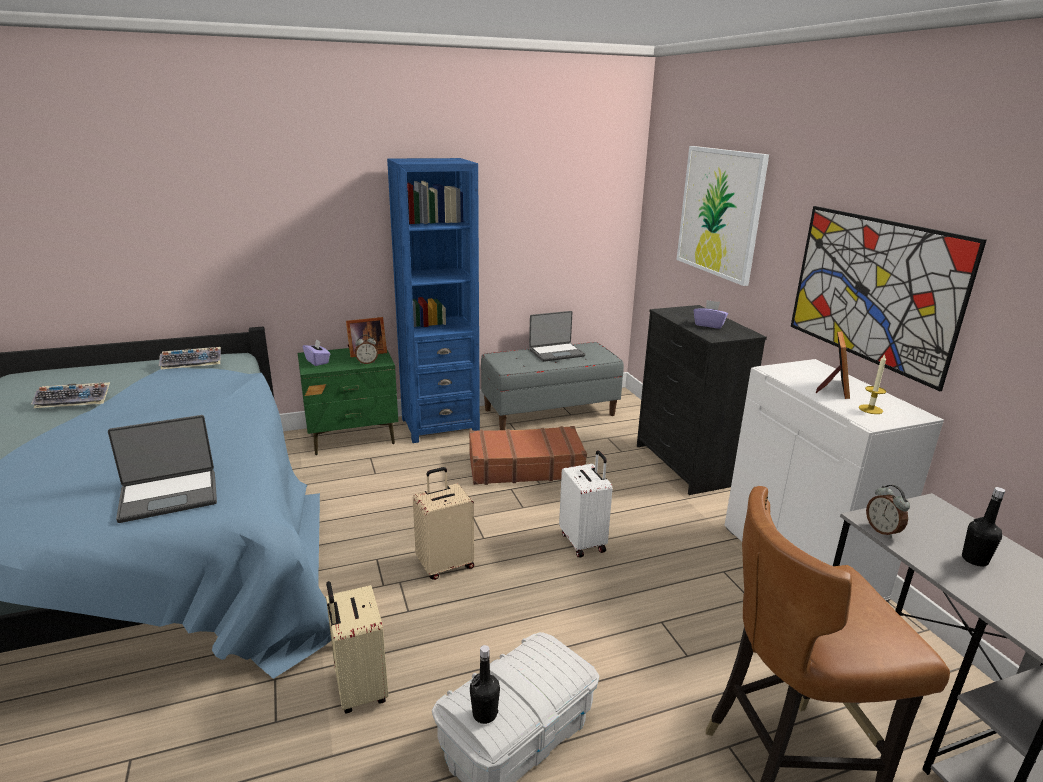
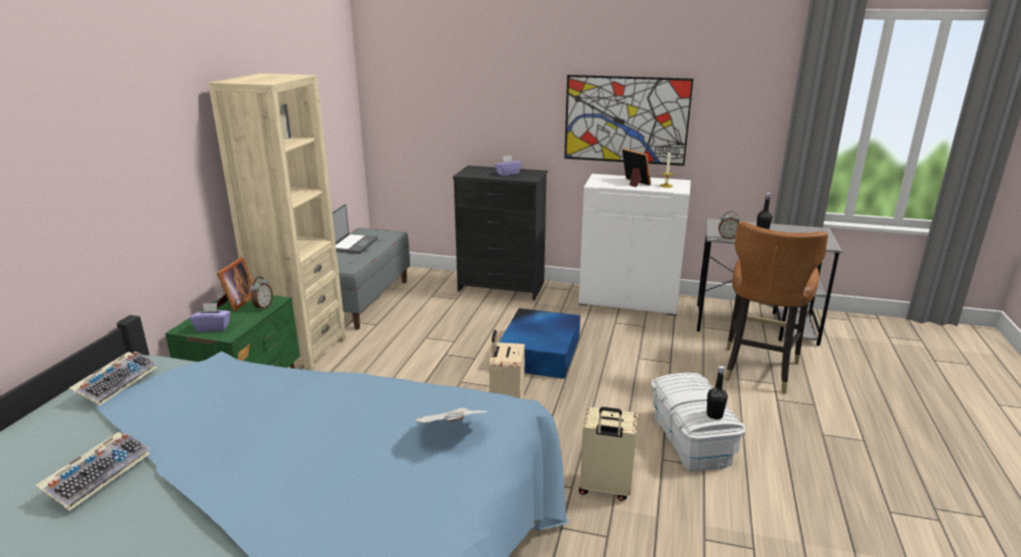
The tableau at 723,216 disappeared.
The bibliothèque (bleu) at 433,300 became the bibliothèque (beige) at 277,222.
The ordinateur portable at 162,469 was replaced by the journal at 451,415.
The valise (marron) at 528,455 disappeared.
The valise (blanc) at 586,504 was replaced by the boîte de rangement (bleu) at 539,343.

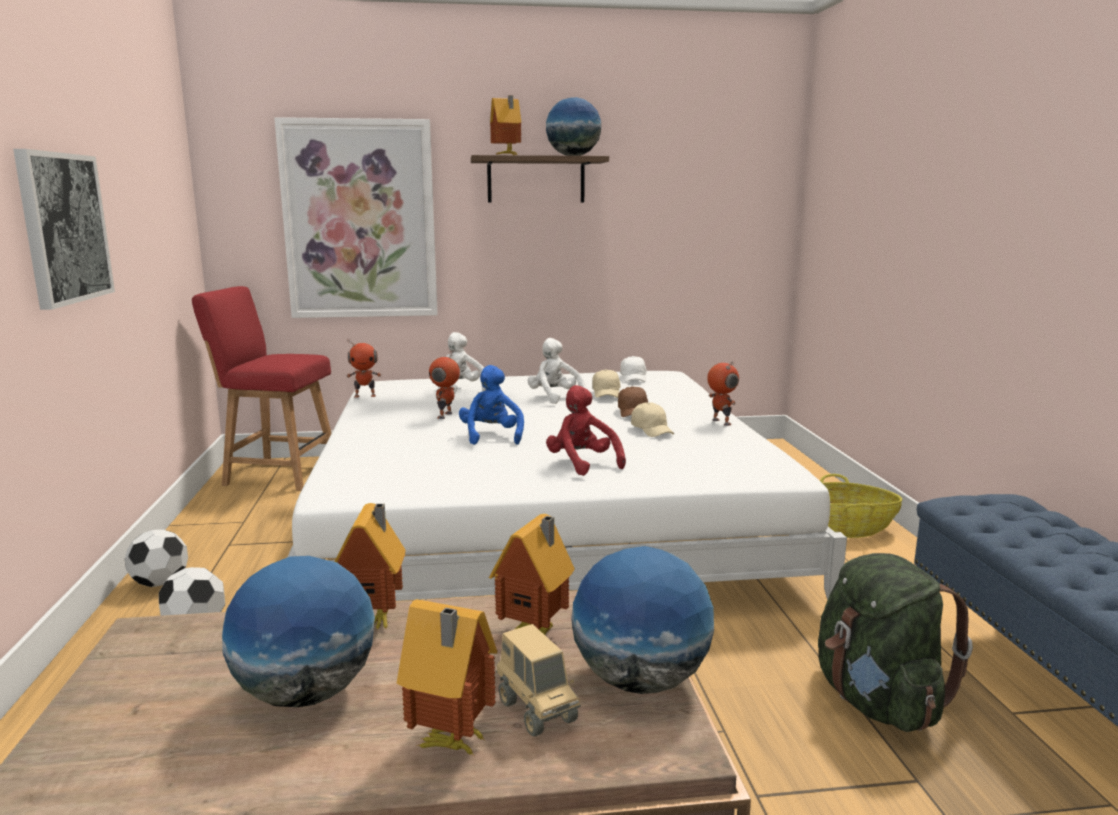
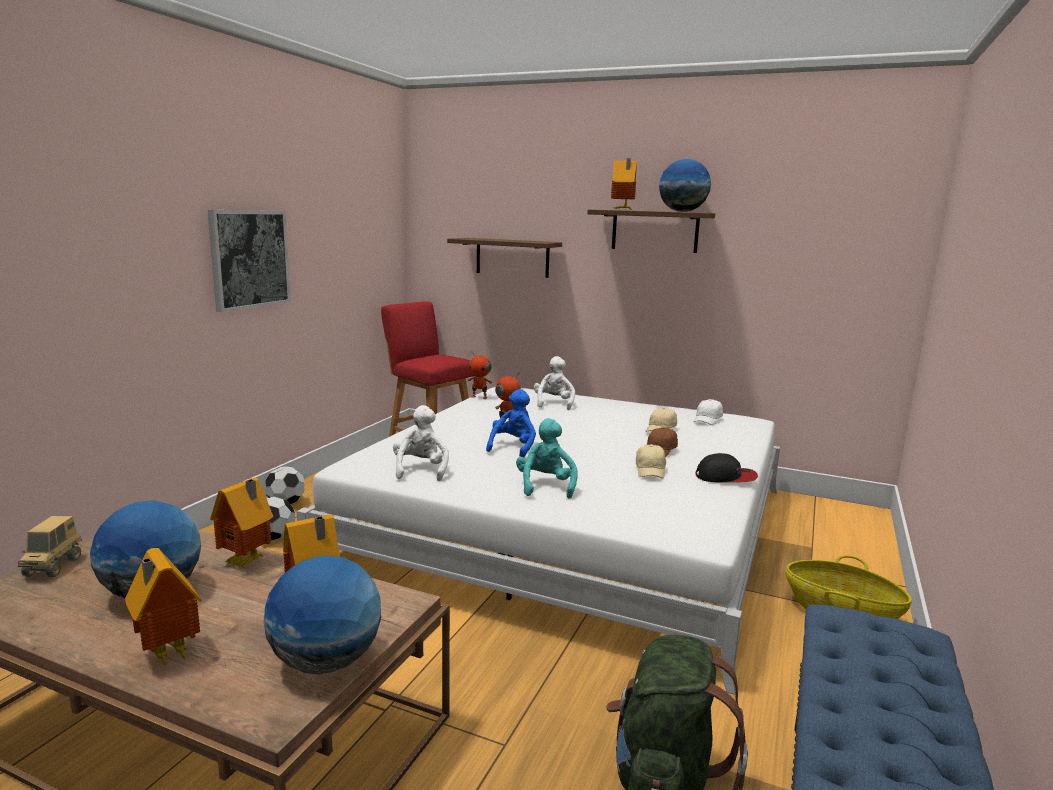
The tableau at 356,217 was replaced by the étagère at 504,258.
The peluche (blanc) moved from 557,371 to 421,443.
The robot jouet at 723,393 was replaced by the casquette at 727,467.
The peluche (rouge) at 586,430 became the peluche (turquoise) at 547,458.
The camion jouet moved from 538,680 to 50,546.

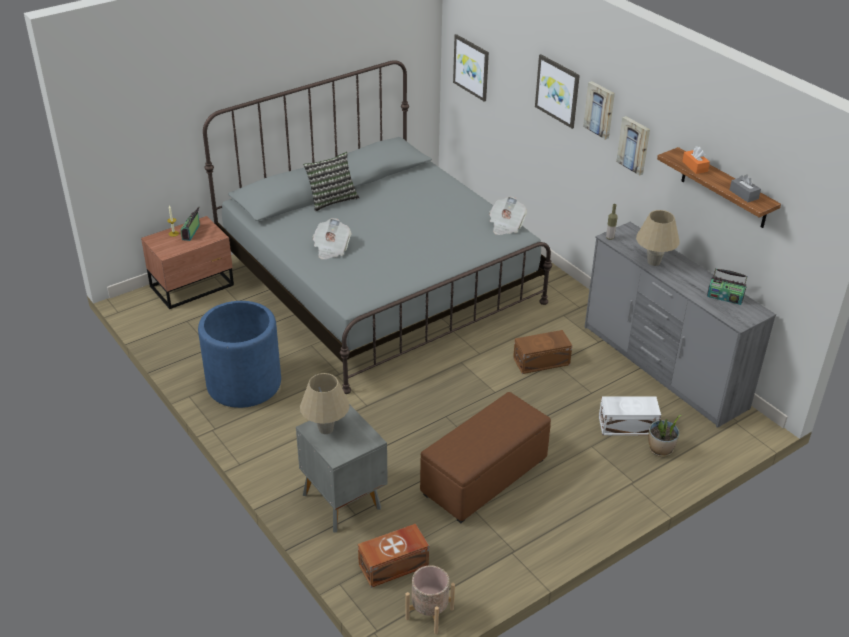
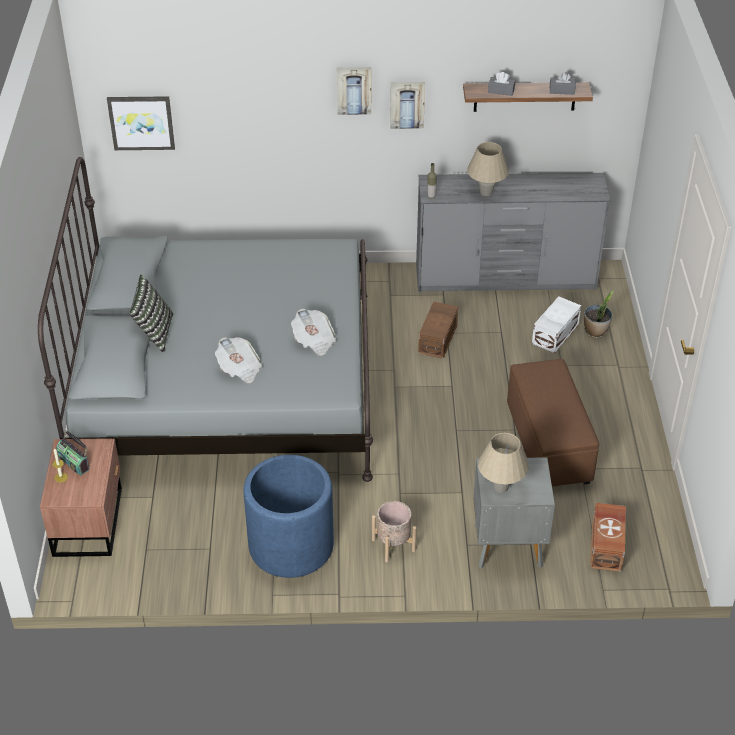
The tableau at 557,91 disappeared.
The boîte à mouchoirs (orange) at 696,160 became the boîte à mouchoirs (gris) at 501,84.
The journal moved from 508,215 to 314,332.
The radio at 727,286 disappeared.
The cache-pot (beige) moved from 430,599 to 394,532.

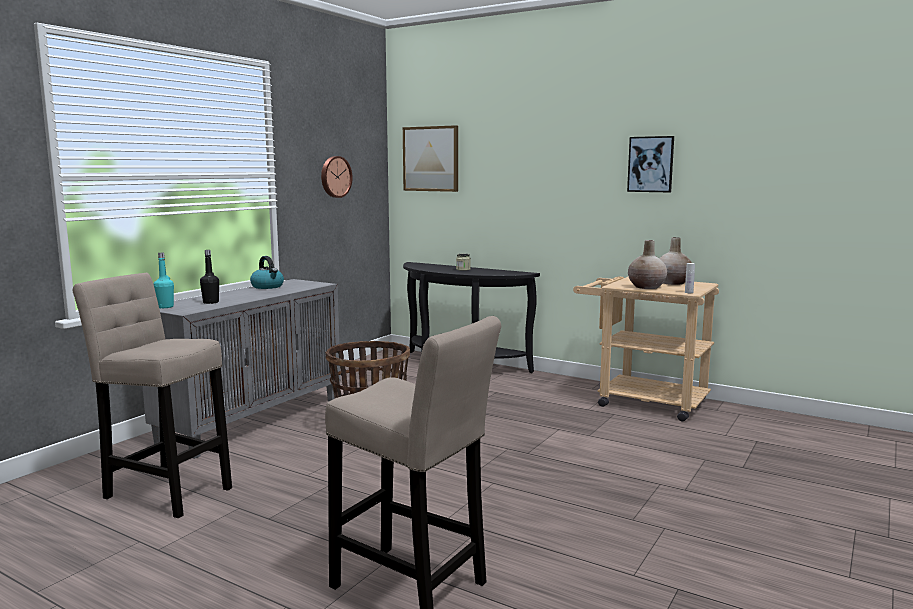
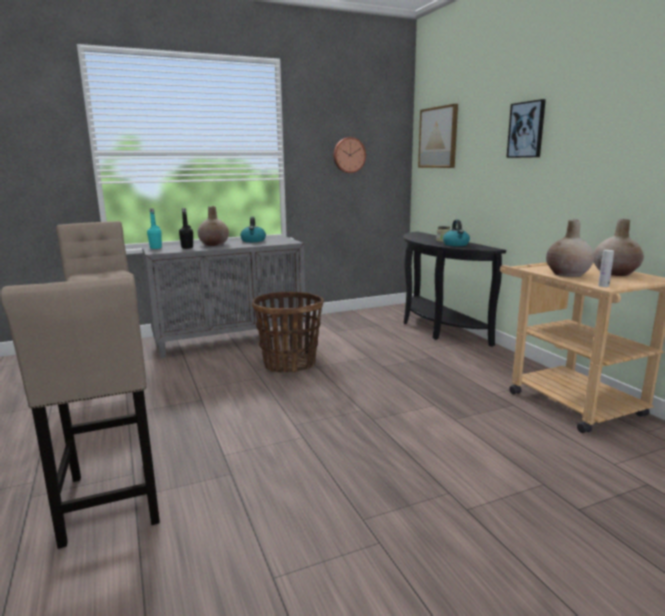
The tableau moved from 650,164 to 526,128.
The vase (beige) at 213,226 appeared.
The bouilloire at 456,233 appeared.

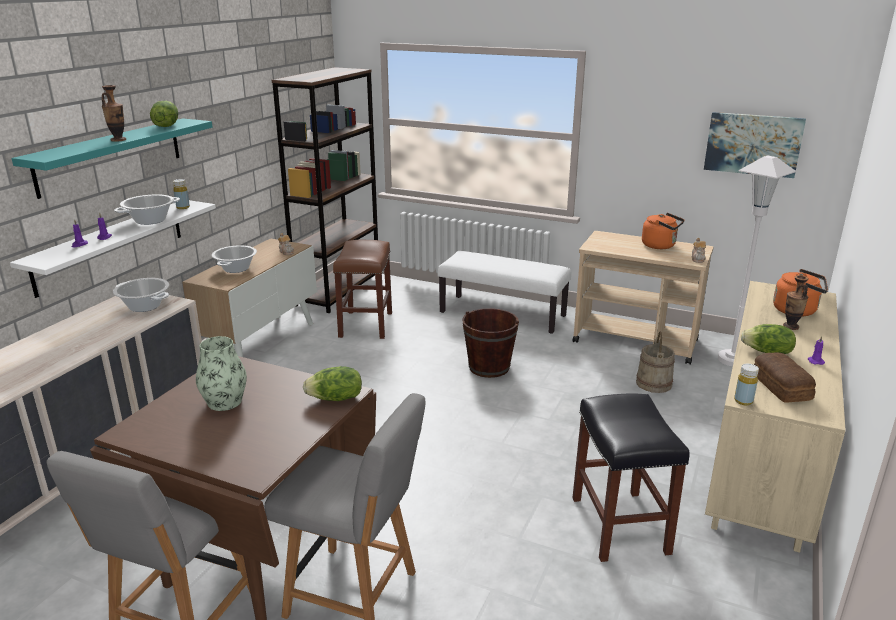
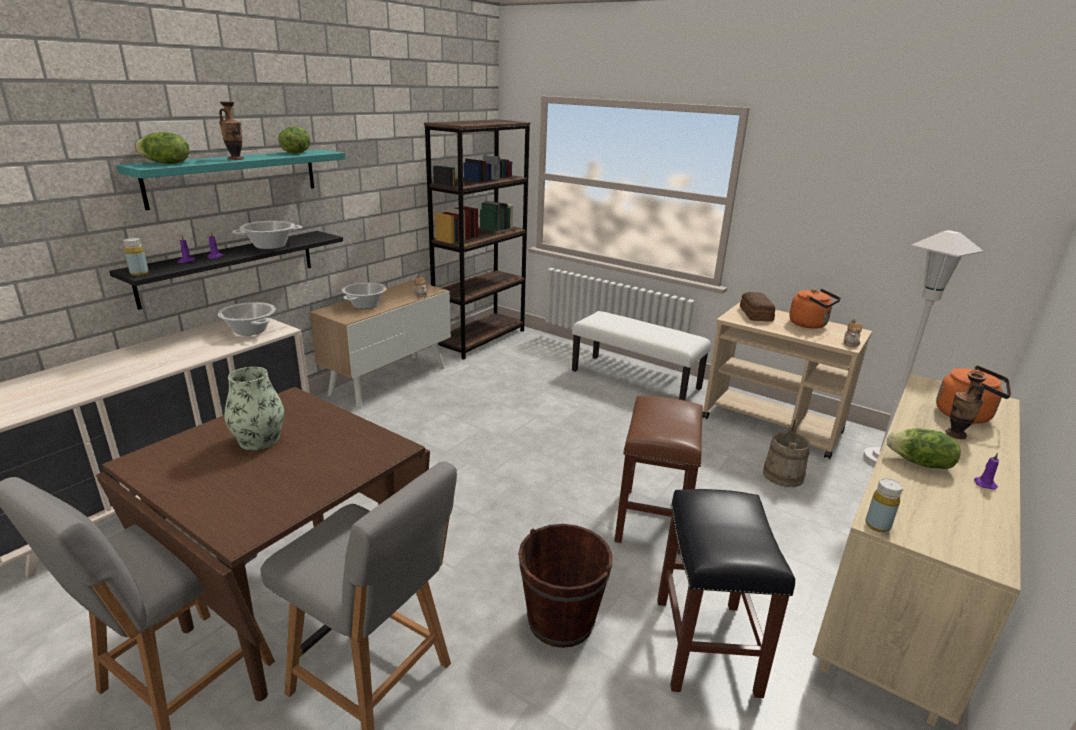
The tableau at 755,145 disappeared.
The bouteille (jaune) moved from 181,194 to 136,257.
The étagère (blanc) at 113,249 became the étagère (noir) at 226,270.
The tabouret (marron) moved from 362,289 to 658,475.
The seau (marron) moved from 490,343 to 565,586.
The pain moved from 785,377 to 757,306.
The laitue moved from 332,383 to 161,148.

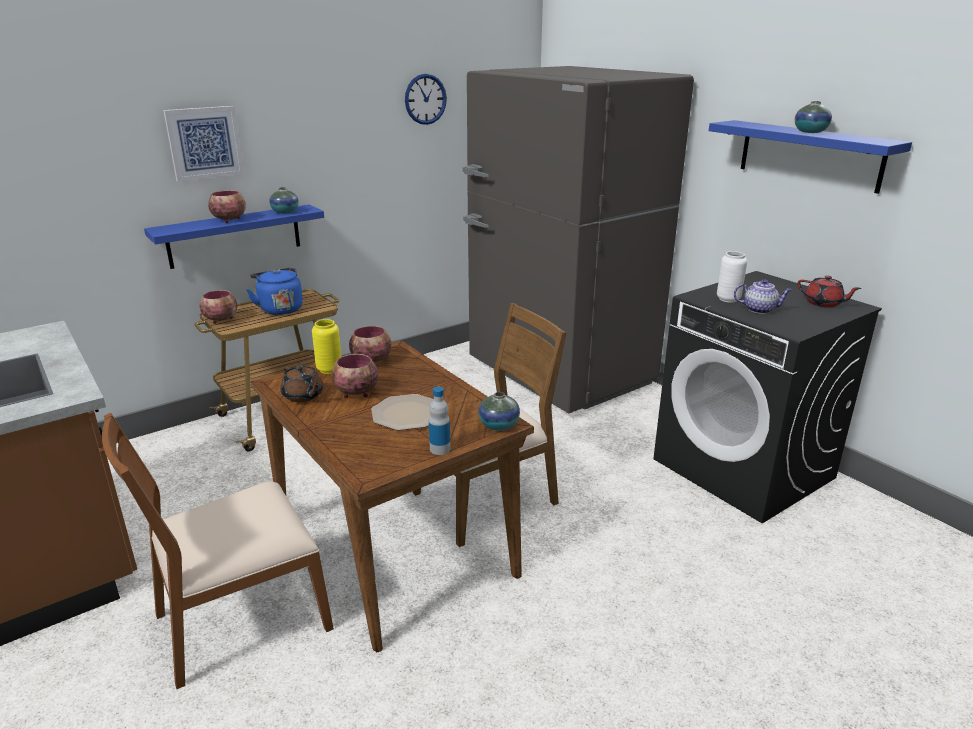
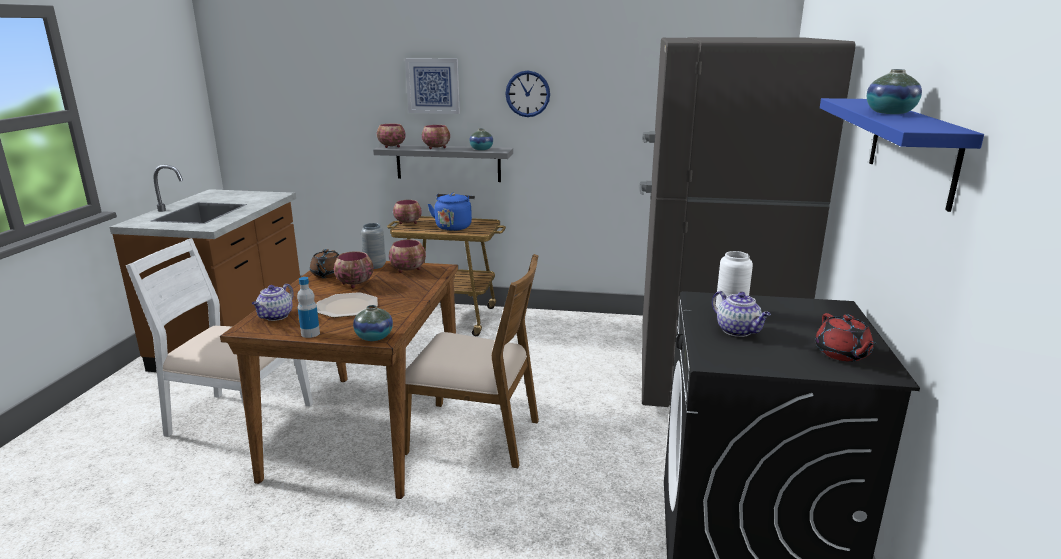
The horloge murale moved from 426,99 to 527,94.
The étagère (bleu) at 234,236 became the étagère (gris) at 443,163.
The vase (jaune) at 326,346 became the vase (gris) at 373,246.
The chaise (marron) at 218,550 became the chaise (blanc) at 219,345.
The bol at 391,136 appeared.
The théière at 273,302 appeared.

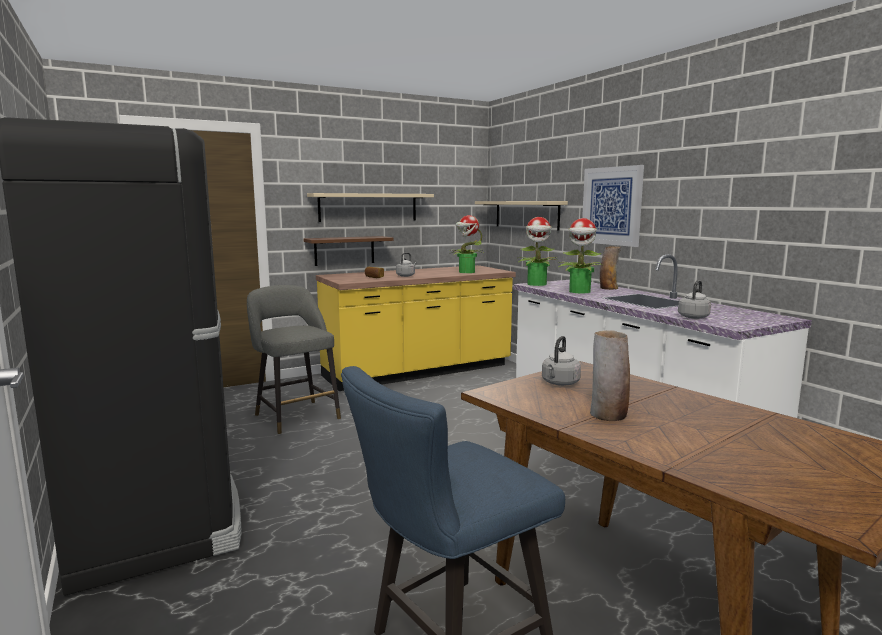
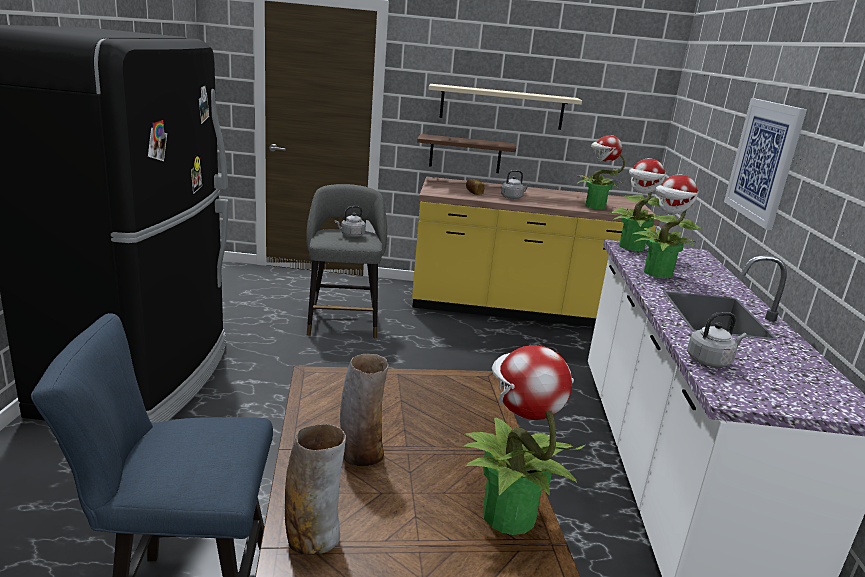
The étagère (beige) at 521,216 disappeared.
The vase moved from 610,268 to 315,489.
The bouilloire (gris) moved from 561,361 to 350,221.
The plante en pot at 524,440 appeared.

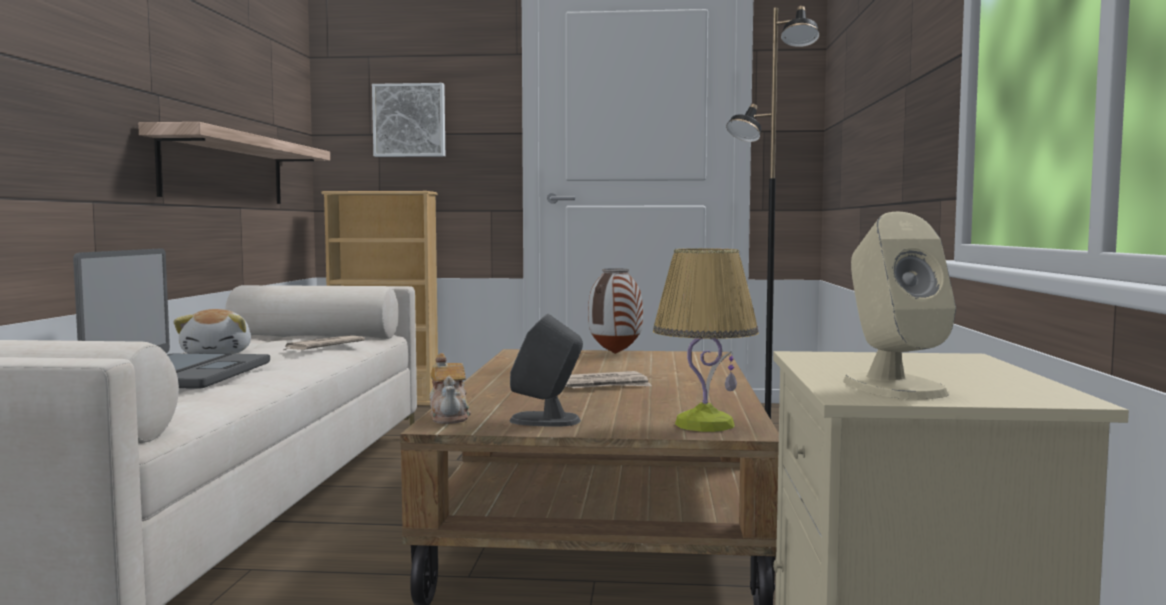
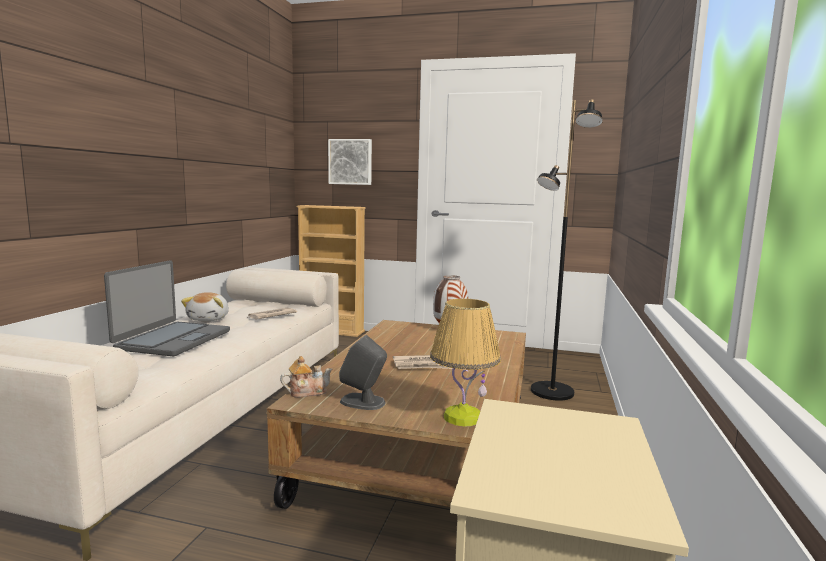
The étagère at 234,163 disappeared.
The enceinte (beige) at 899,305 disappeared.
The théière at 450,388 turned 105 degrees counterclockwise.

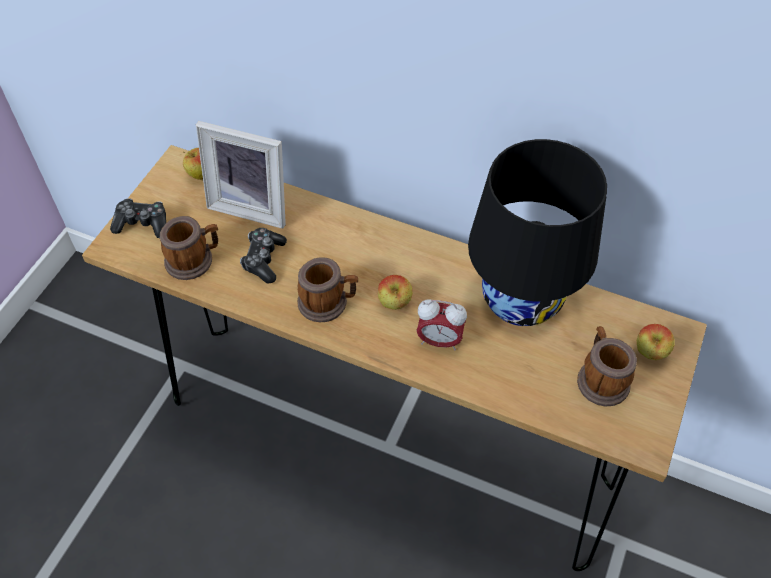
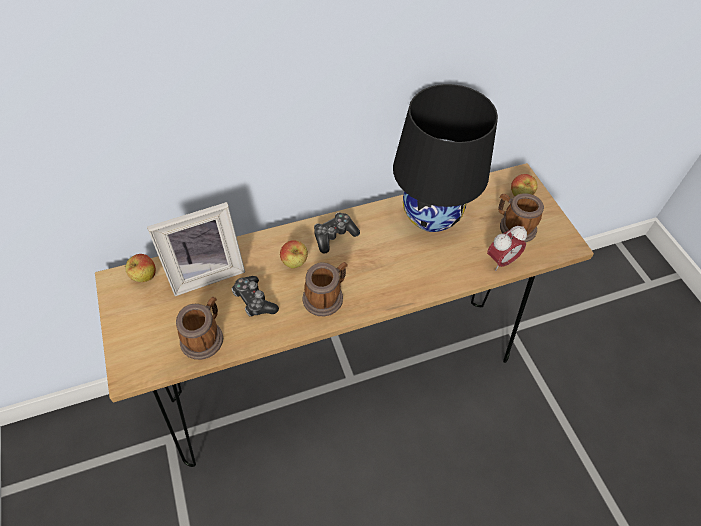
The manette moved from 138,218 to 337,233.
The pomme moved from 395,292 to 294,254.
The réveil moved from 441,324 to 507,248.

